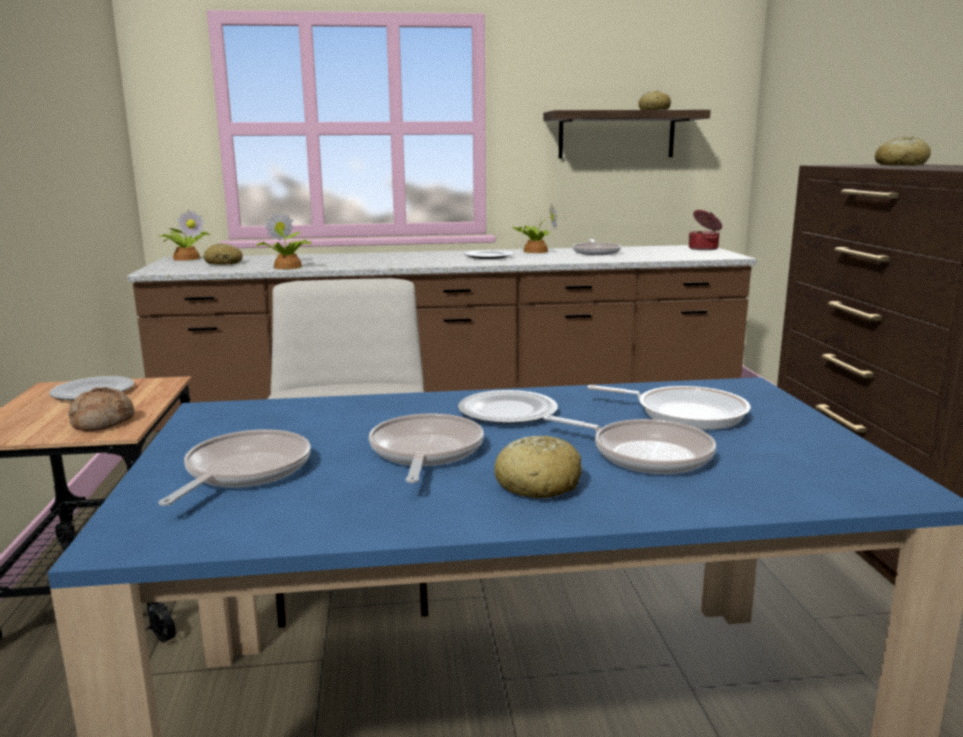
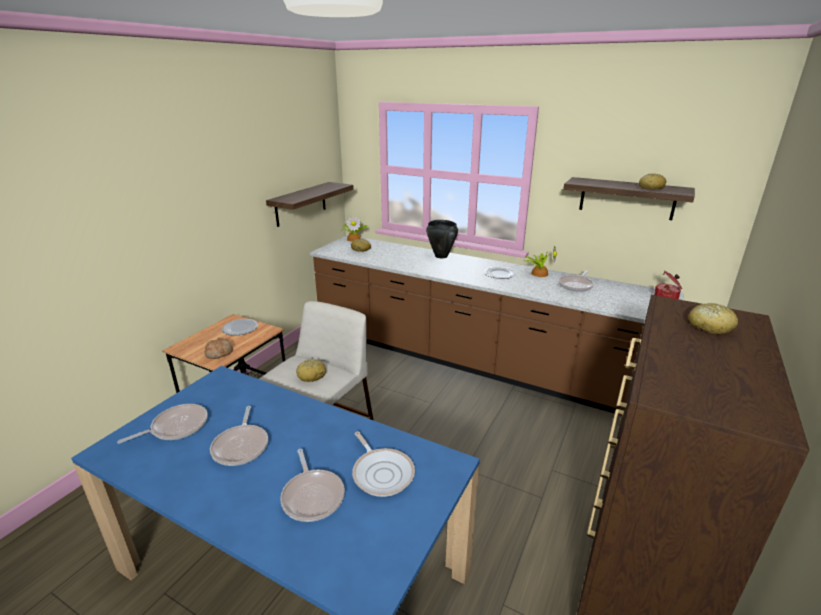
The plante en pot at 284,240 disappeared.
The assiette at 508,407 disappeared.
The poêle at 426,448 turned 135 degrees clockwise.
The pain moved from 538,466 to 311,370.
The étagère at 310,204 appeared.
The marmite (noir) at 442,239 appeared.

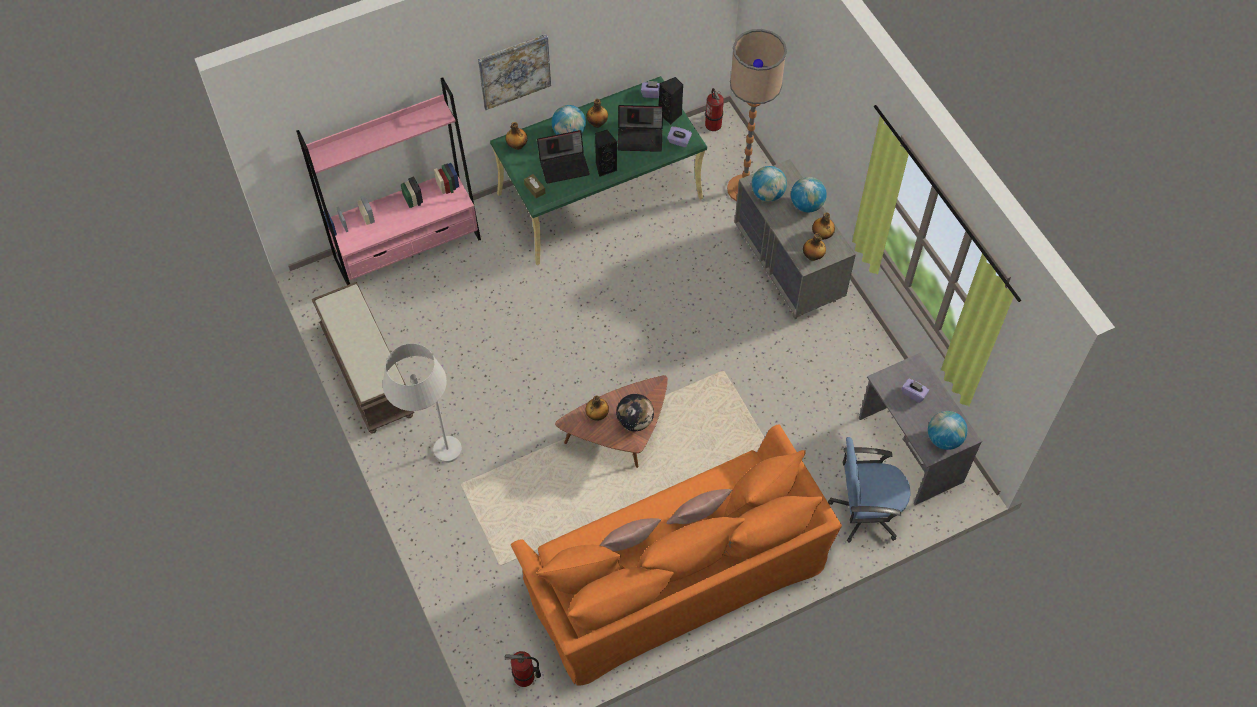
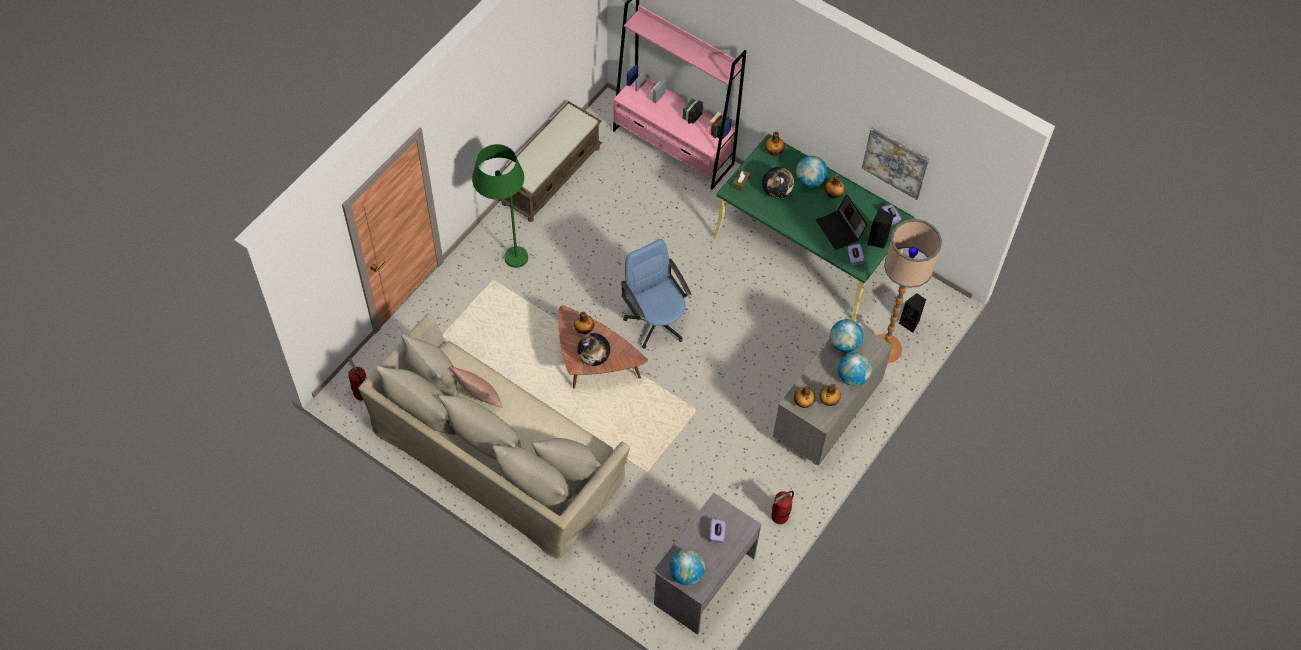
The tableau moved from 514,72 to 896,163.
The extincteur moved from 714,109 to 782,507.
The ordinateur portable at 563,156 was replaced by the globe at 778,183.
The enceinte (noir) moved from 606,153 to 912,313.
The lampadaire (blanc) at 422,403 became the lampadaire (vert) at 500,206.
The canapé (orange) at 676,555 became the canapé (beige) at 494,436.
The chaise de bureau (bleu) moved from 869,490 to 655,294.
The coussin (rose) at 699,506 disappeared.

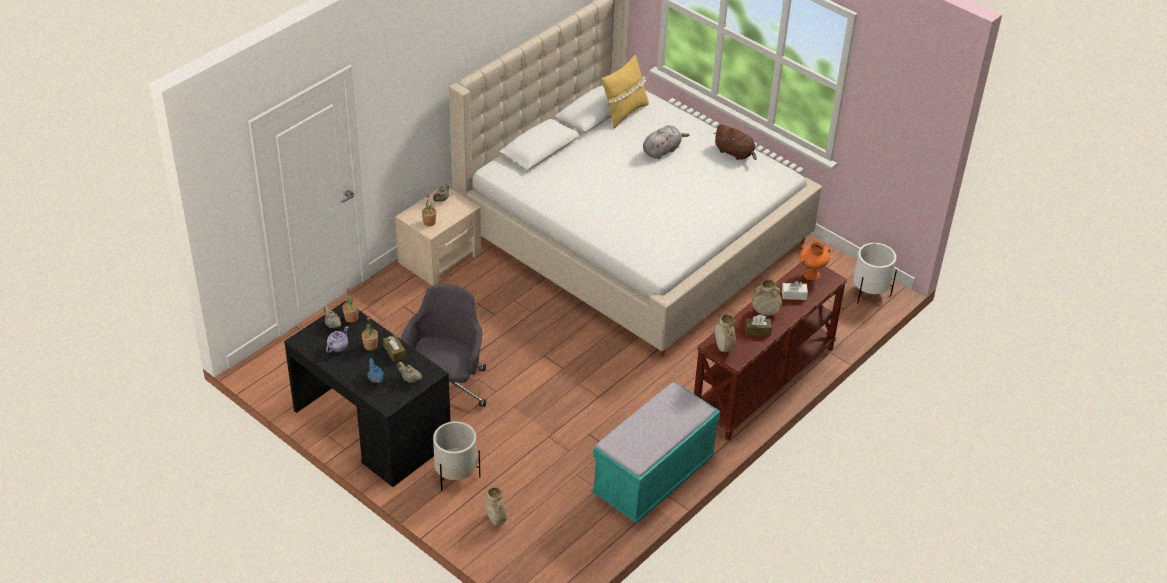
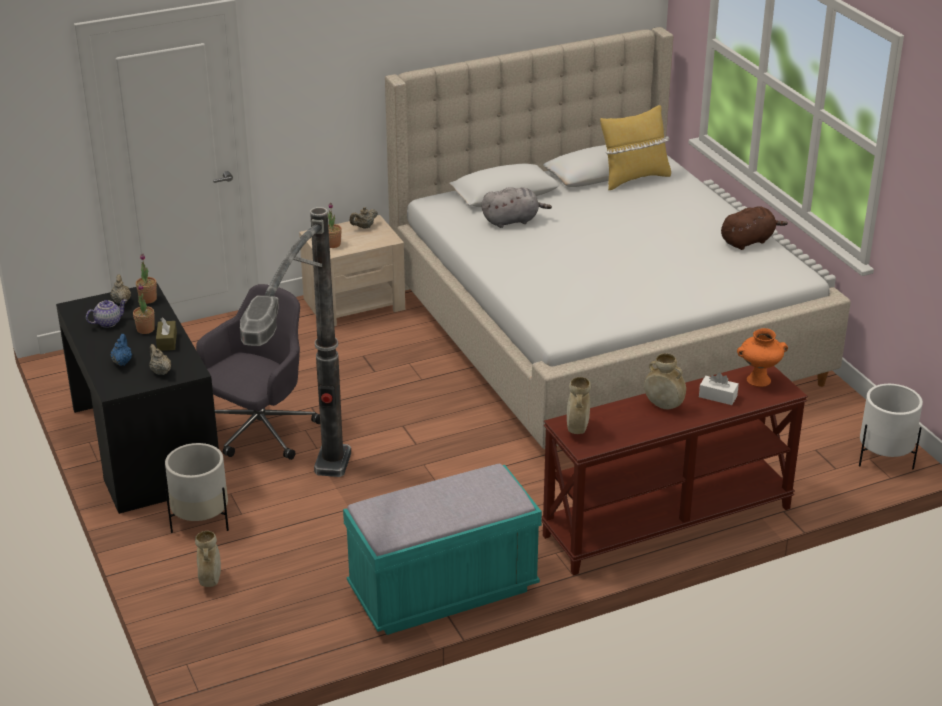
The peluche (marron) at 735,142 turned 90 degrees counterclockwise.
The peluche (gris) moved from 666,142 to 516,207.
The boîte à mouchoirs (marron) at 758,325 disappeared.
The lampadaire at 295,342 appeared.

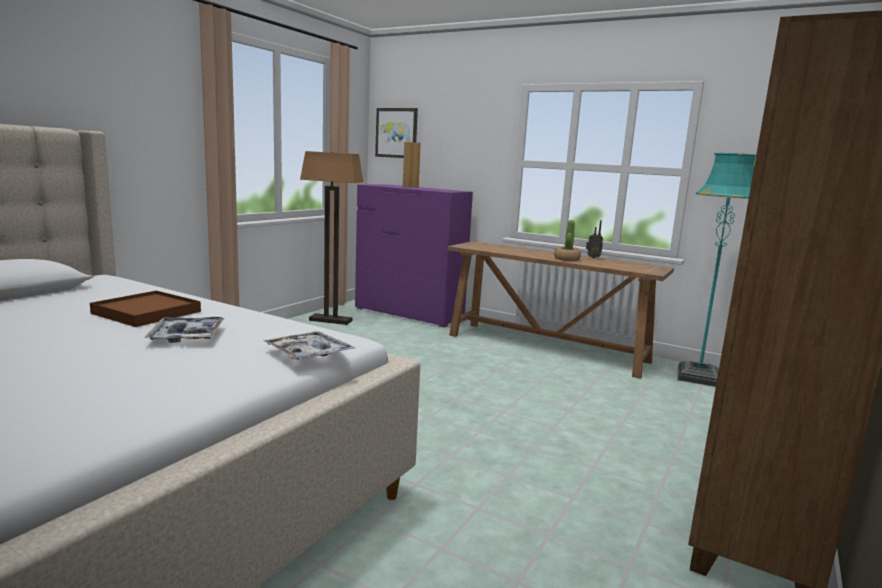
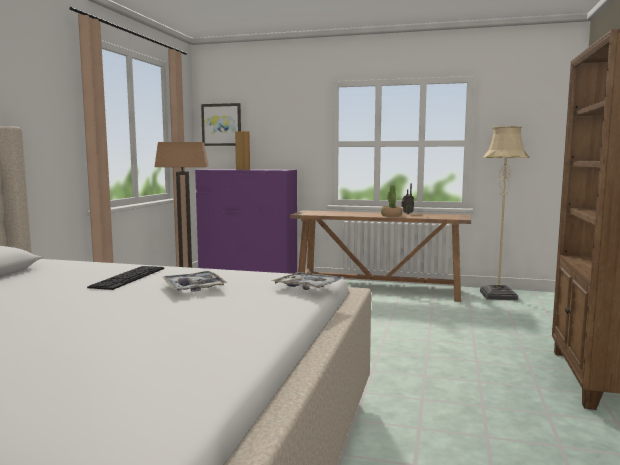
The lampadaire (turquoise) at 717,270 became the lampadaire (beige) at 505,213.
The plateau (marron) at 145,309 was replaced by the clavier at 125,278.

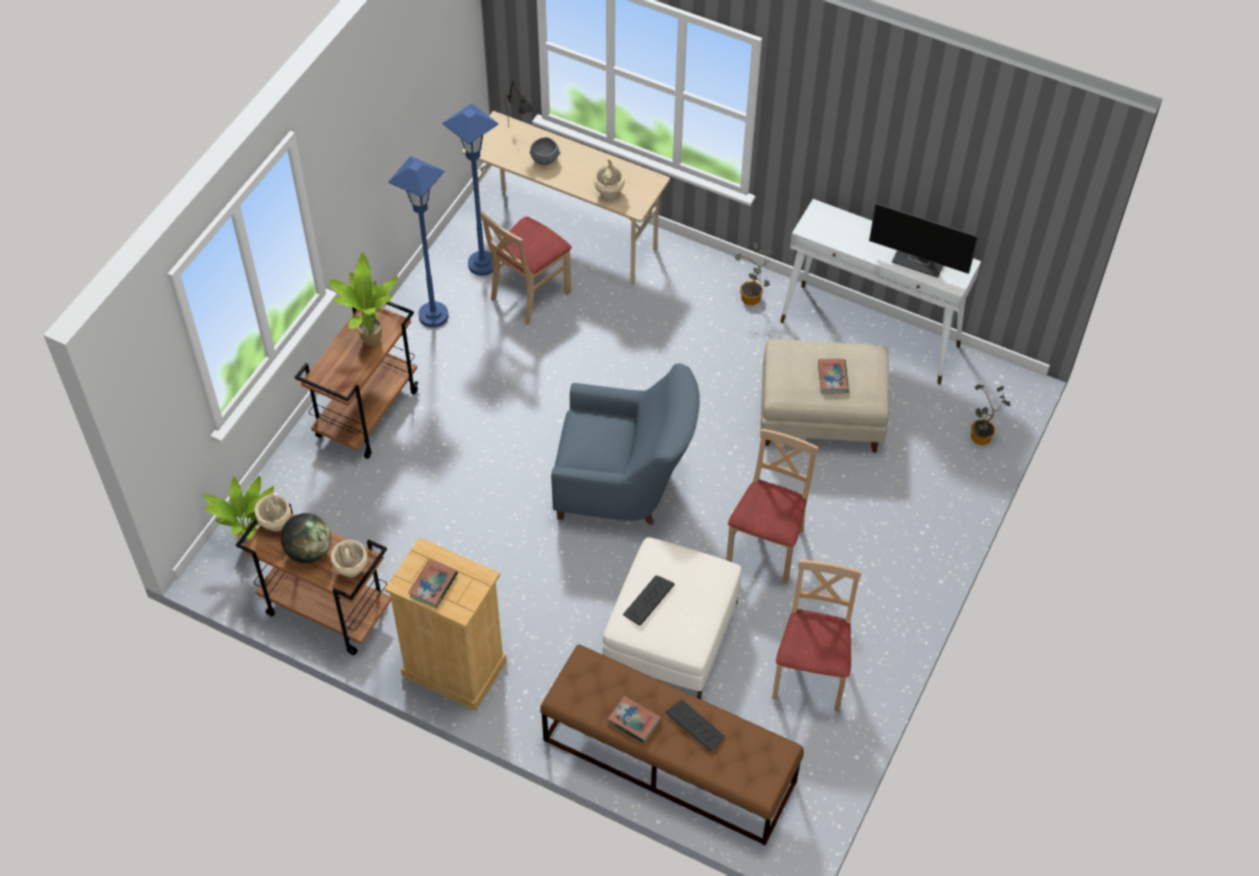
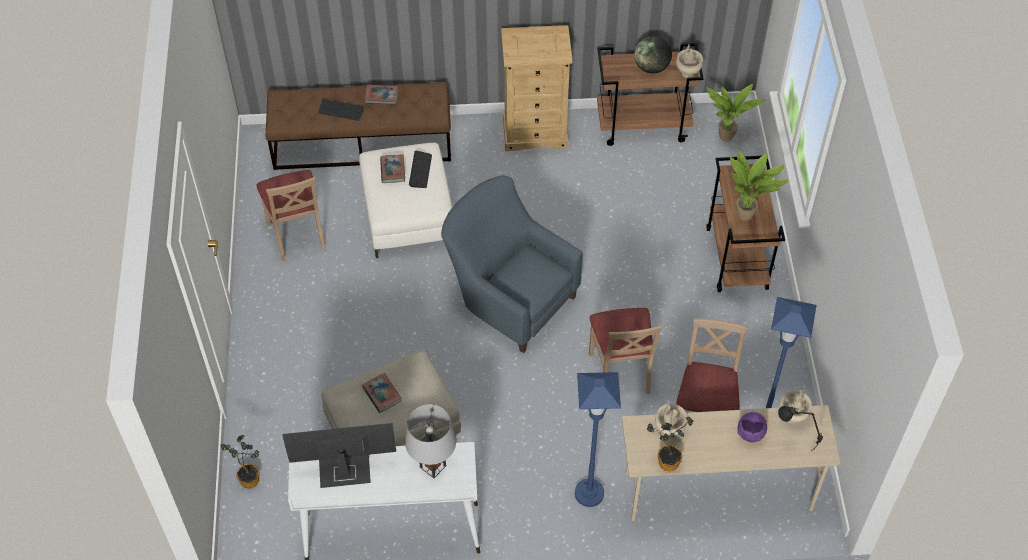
The bol (gris) at 545,151 became the bol (violet) at 752,427.
The lampadaire (bleu) moved from 418,242 to 598,439.
The plante en pot moved from 754,273 to 670,444.
The fauteuil (bleu) at 625,444 turned 60 degrees clockwise.
The chaise (beige) moved from 772,506 to 625,351.
The vase (beige) moved from 349,558 to 795,406.
The livre moved from 433,583 to 392,168.
The lampe de table (gris) at 430,441 appeared.

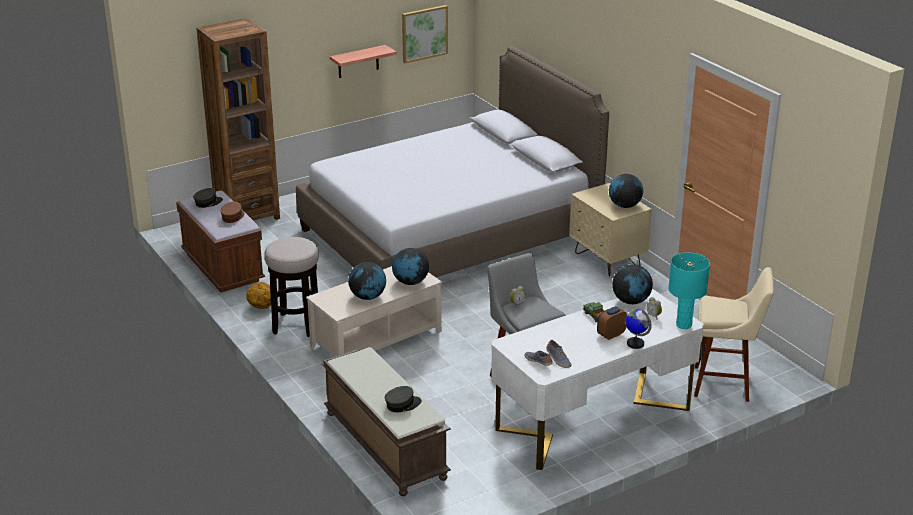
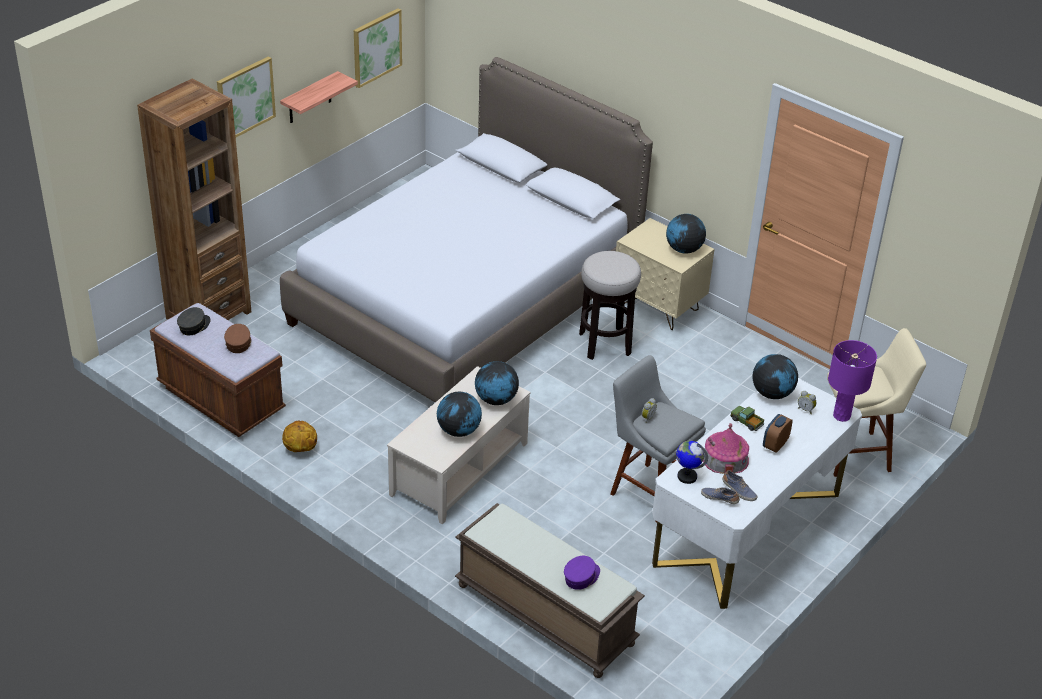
The tabouret moved from 291,287 to 610,305.
The lampe de table (turquoise) at 689,291 became the lampe de table (violet) at 852,381.
The globe moved from 638,329 to 692,462.
The casquette (gris) at 403,399 became the casquette (violet) at 582,573.
The tableau at 246,97 appeared.
The maison miniature at 726,448 appeared.

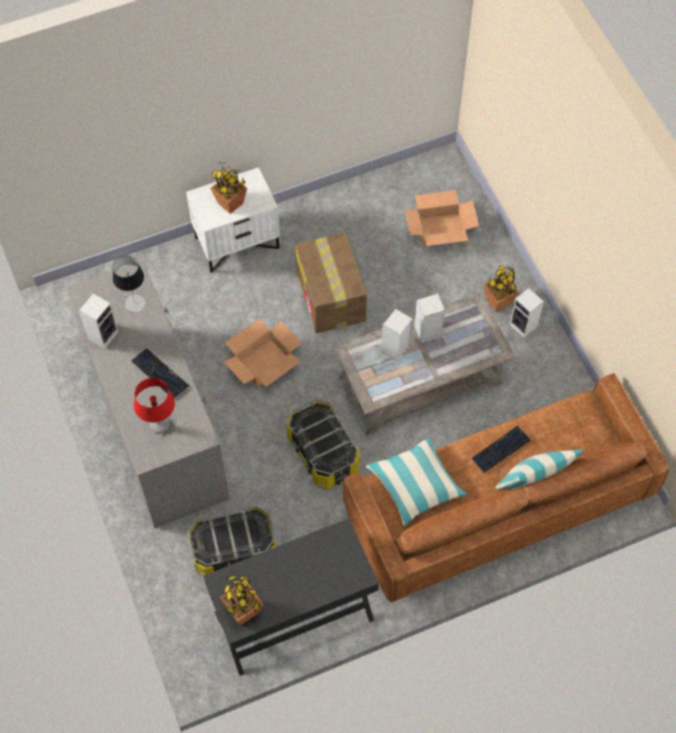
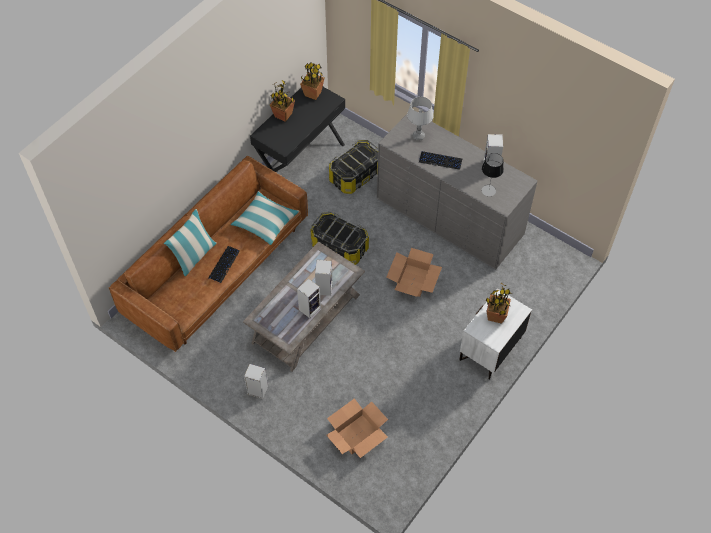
The carton at 331,283 disappeared.
The plante en pot moved from 501,288 to 282,101.
The lampe de table (rouge) at 154,406 became the lampe de table (gris) at 420,119.

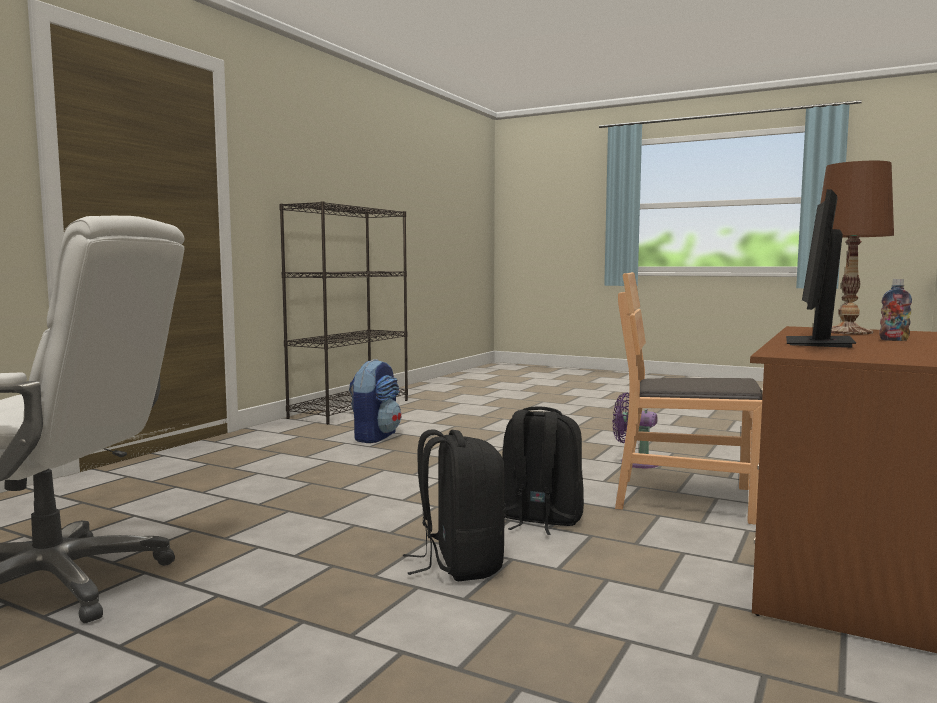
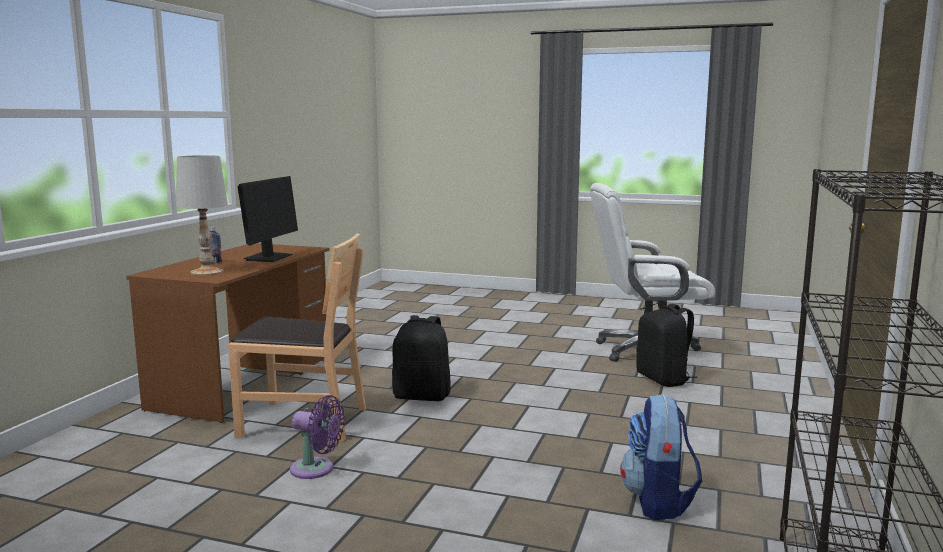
The lampe de table (marron) at 857,247 became the lampe de table (blanc) at 202,215.
The sac à dos (noir) moved from 454,505 to 666,345.

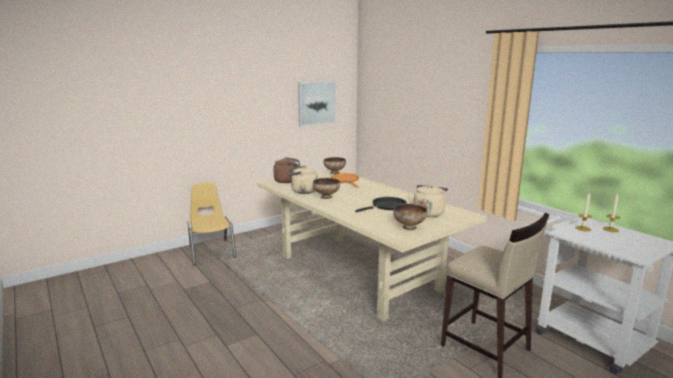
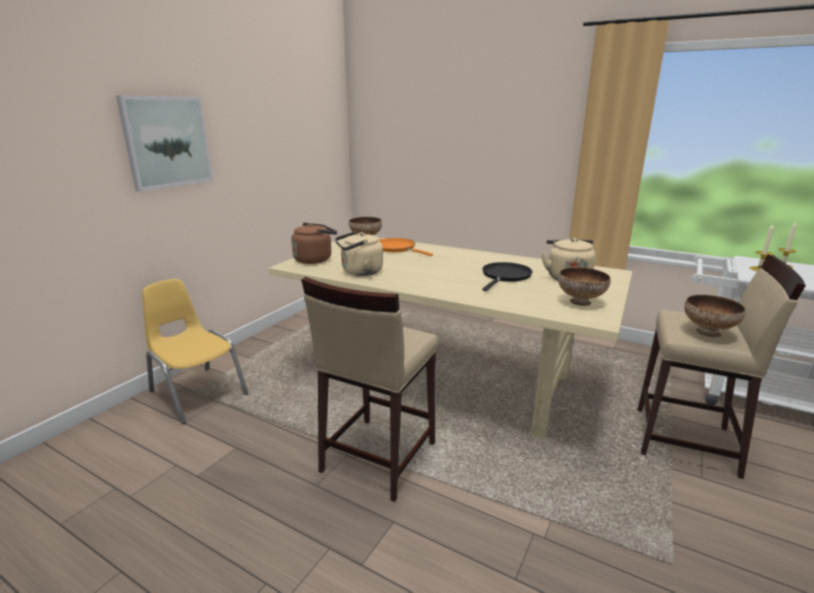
The tableau moved from 317,104 to 164,144.
The bol moved from 326,188 to 715,316.
The tabouret (beige) at 369,389 appeared.

